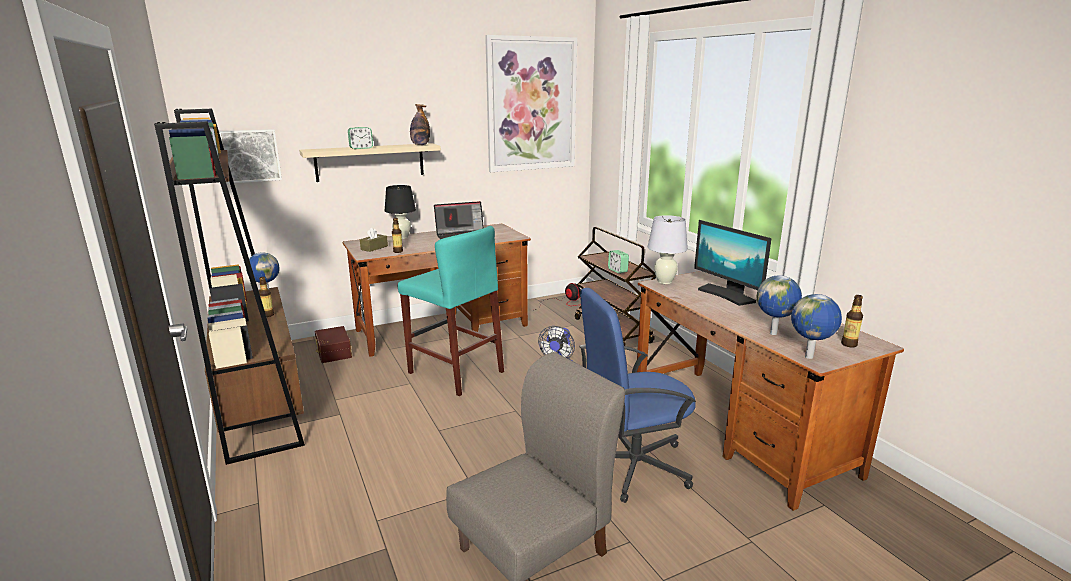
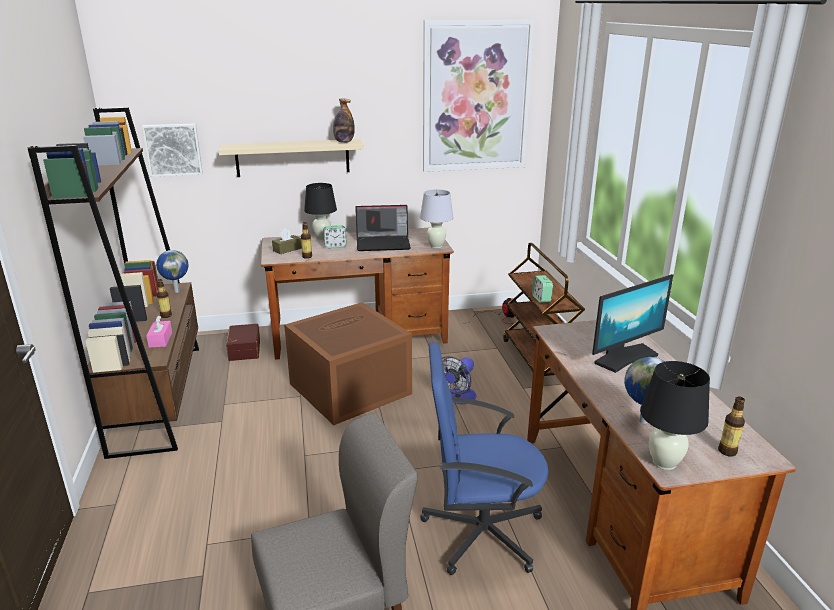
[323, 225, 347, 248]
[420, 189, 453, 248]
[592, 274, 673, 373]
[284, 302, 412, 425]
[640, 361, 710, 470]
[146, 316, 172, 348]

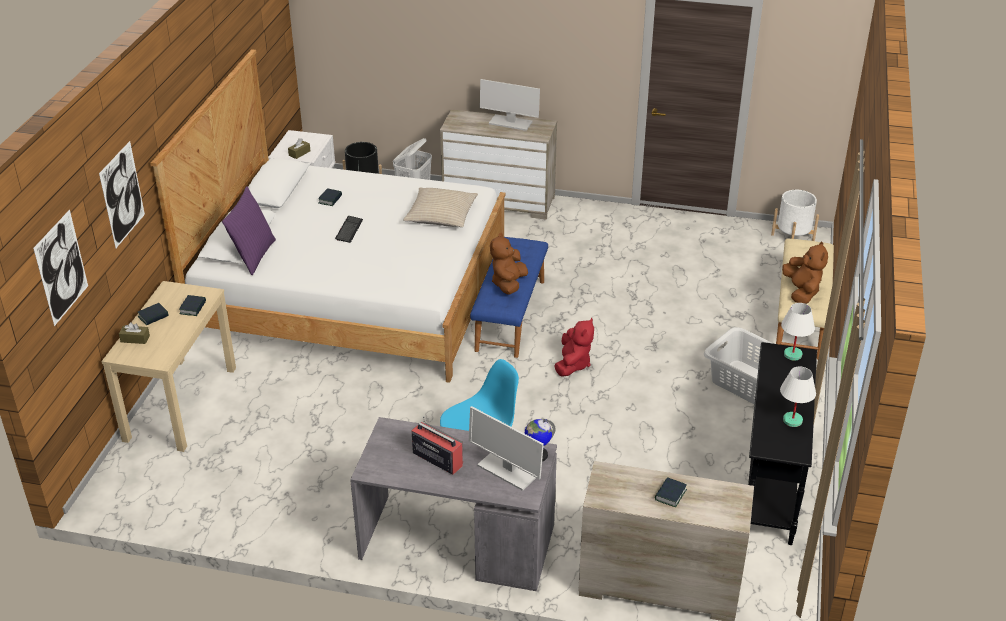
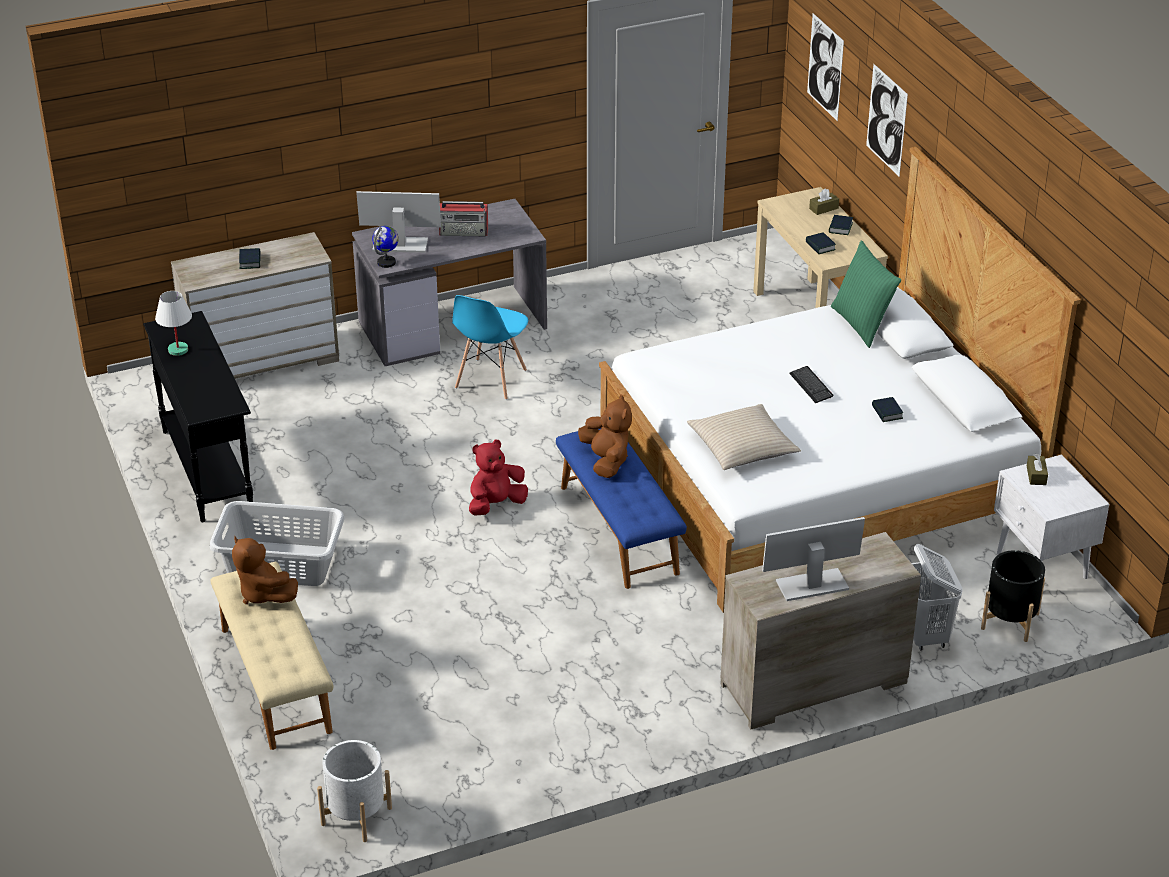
[831, 240, 901, 348]
[781, 303, 815, 360] (first image)
[469, 440, 528, 515]

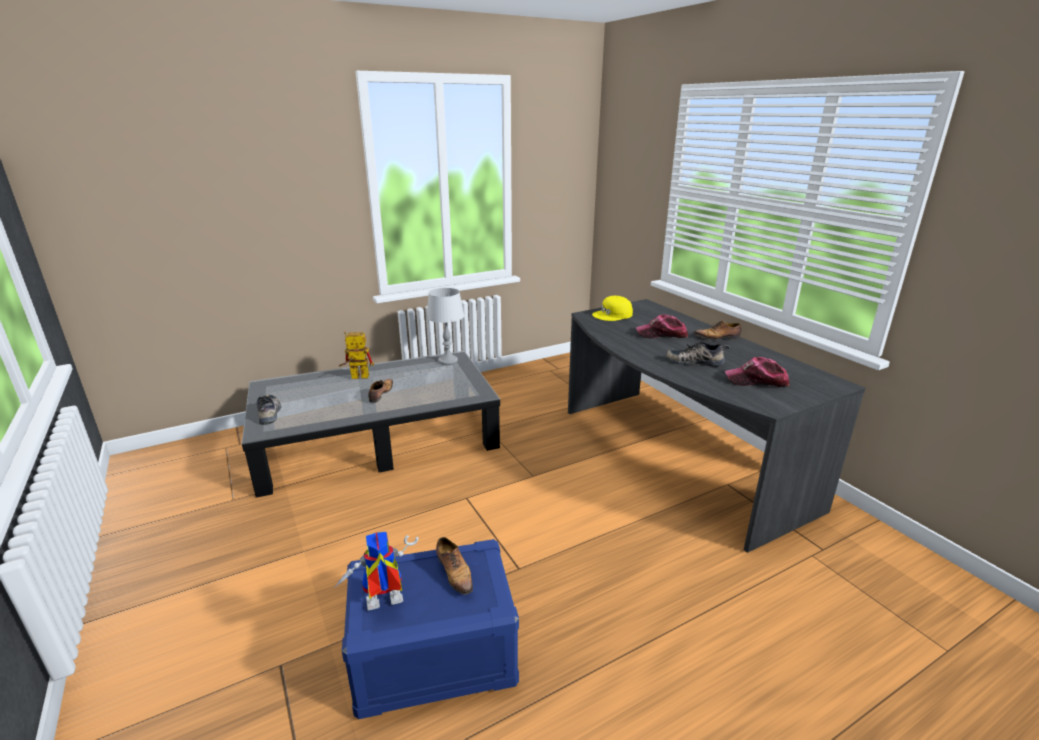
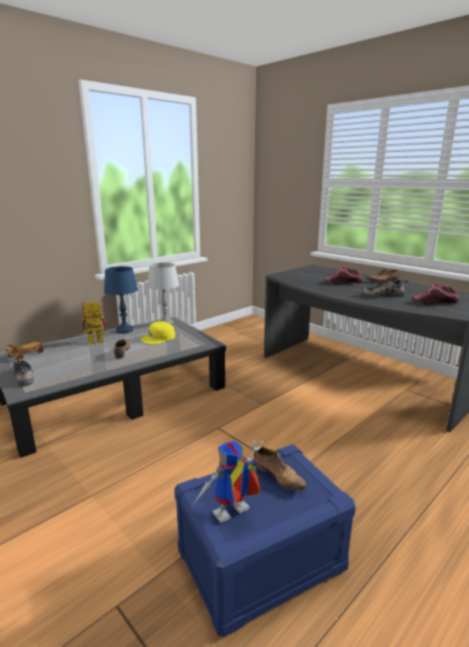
[141, 321, 175, 344]
[104, 266, 138, 333]
[6, 341, 44, 361]

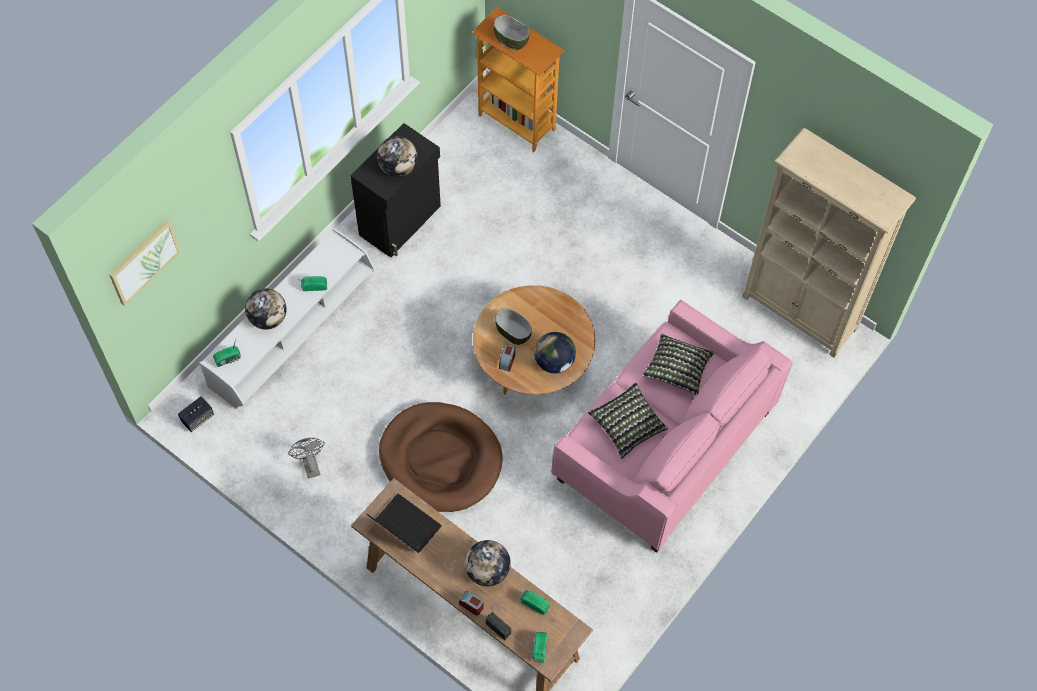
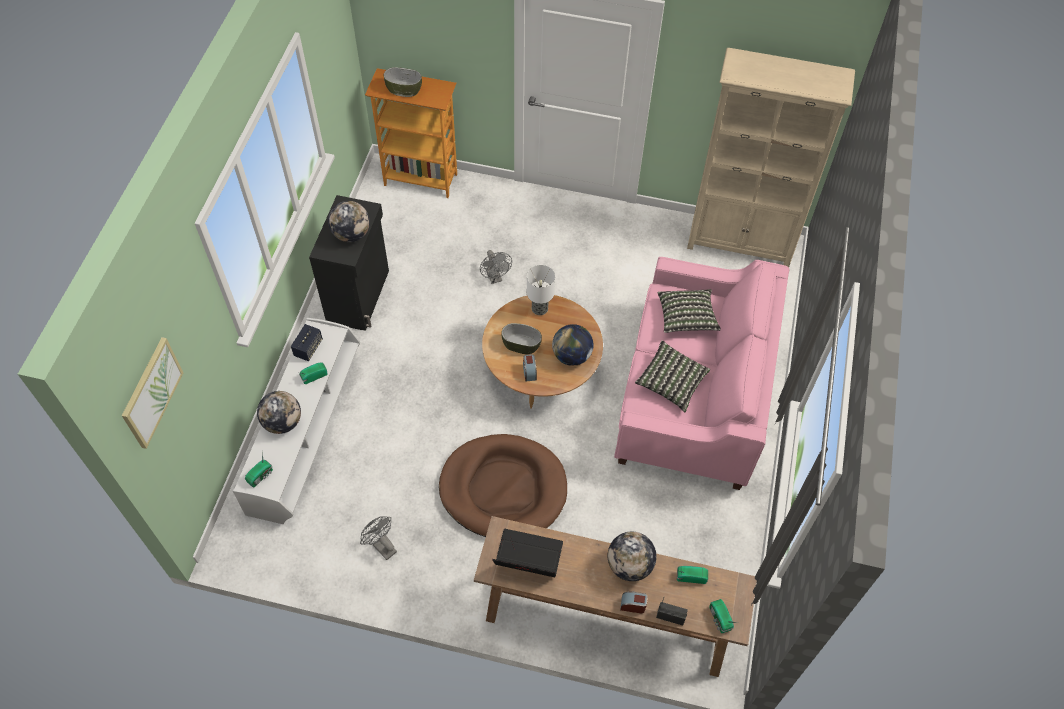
[291, 324, 323, 361]
[480, 250, 512, 284]
[527, 265, 555, 315]

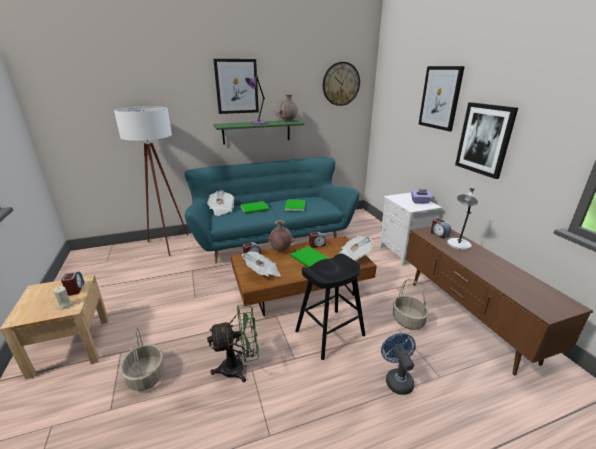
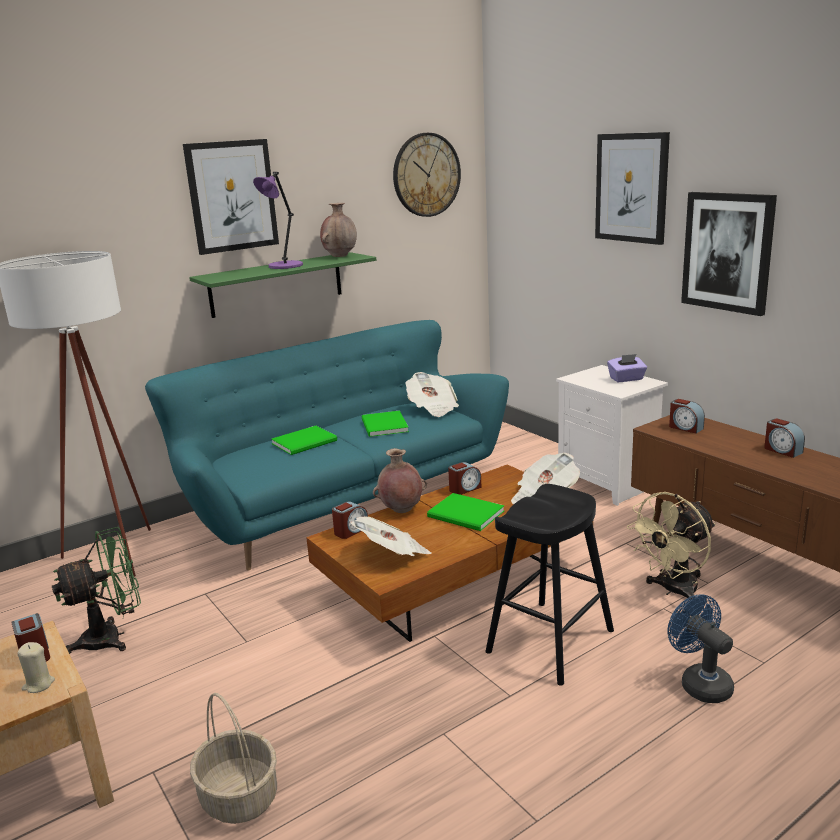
[447, 188, 478, 250] (first image)
[405, 372, 459, 417]
[627, 492, 716, 599]
[52, 527, 141, 654]
[764, 418, 805, 458]

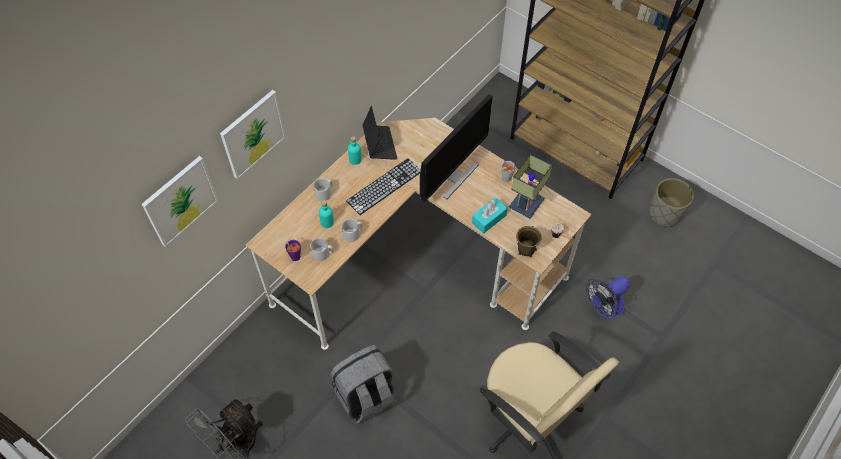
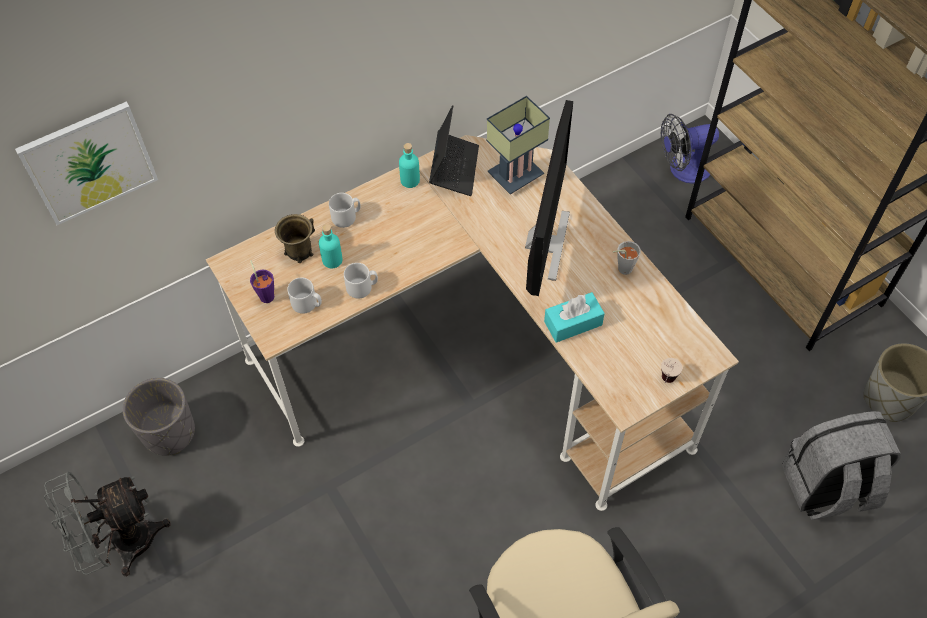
[220, 90, 286, 179] (first image)
[525, 100, 573, 296]
[487, 96, 550, 194]
[346, 158, 421, 215] (first image)
[275, 214, 315, 263]
[661, 114, 719, 184]
[782, 411, 901, 520]
[123, 378, 195, 456]

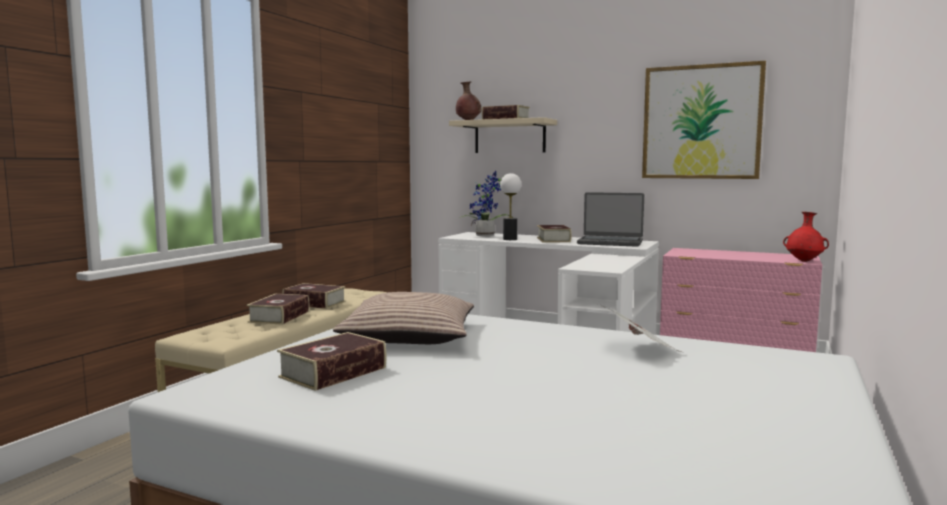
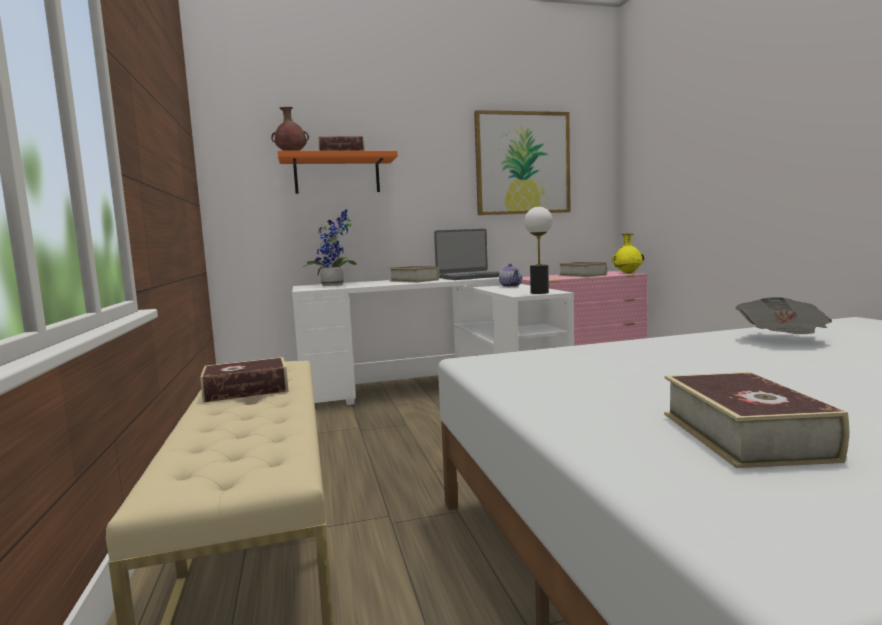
[278, 151, 398, 194]
[524, 207, 552, 294]
[612, 233, 645, 274]
[333, 292, 474, 344] (first image)
[558, 262, 607, 277]
[499, 264, 522, 287]

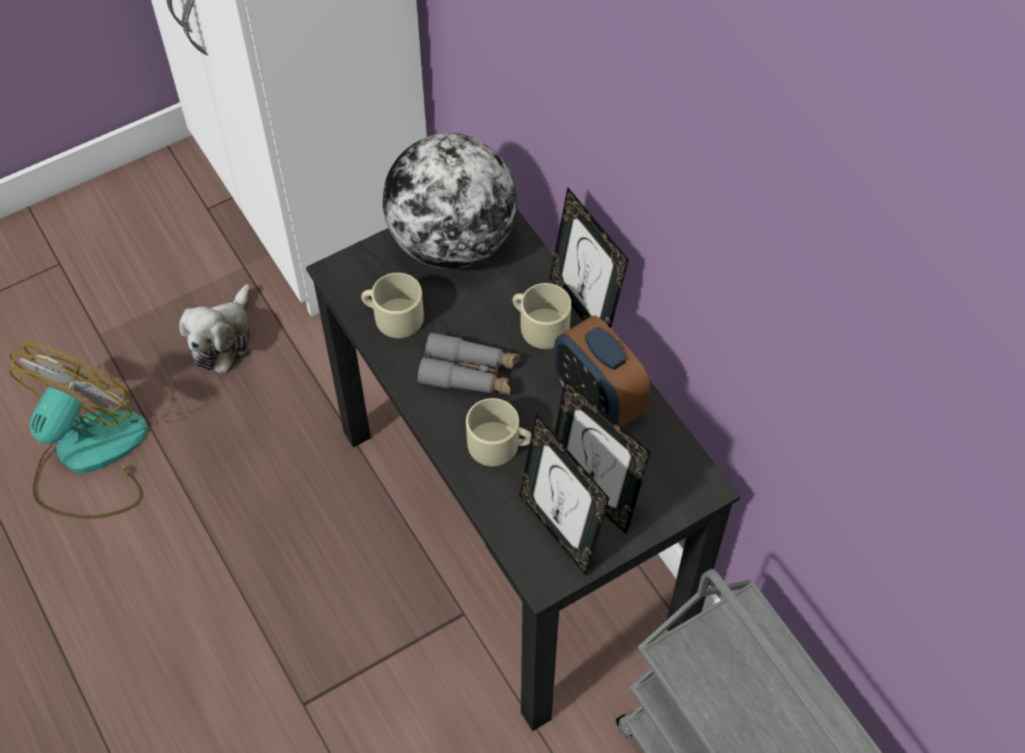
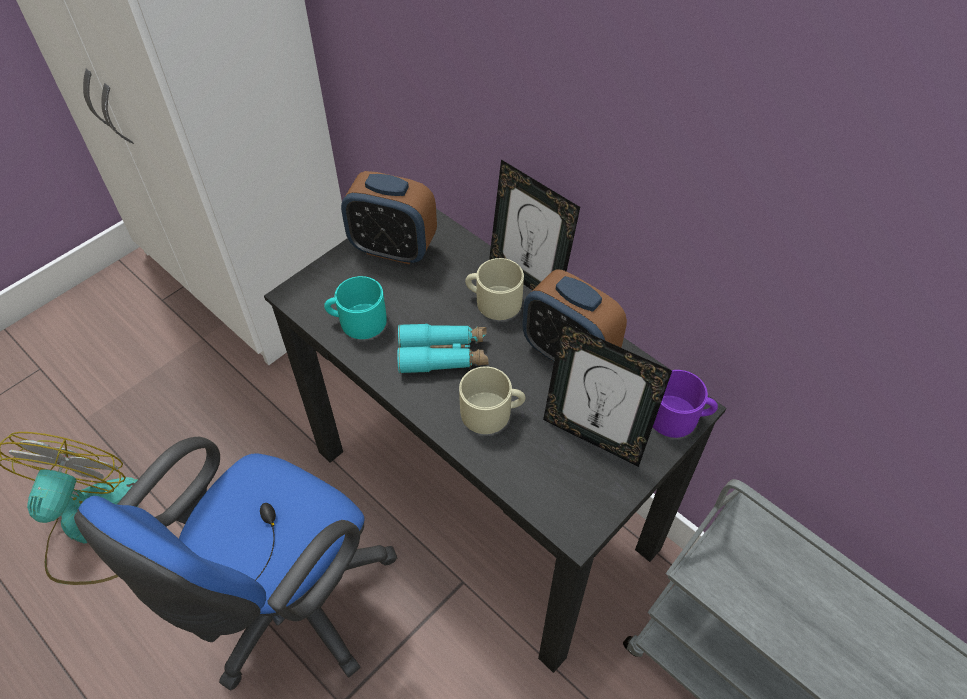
[341, 171, 437, 264]
[324, 276, 387, 339]
[179, 284, 251, 374] (first image)
[397, 324, 489, 374]
[519, 414, 609, 575] (first image)
[653, 370, 718, 438]
[74, 437, 398, 691]

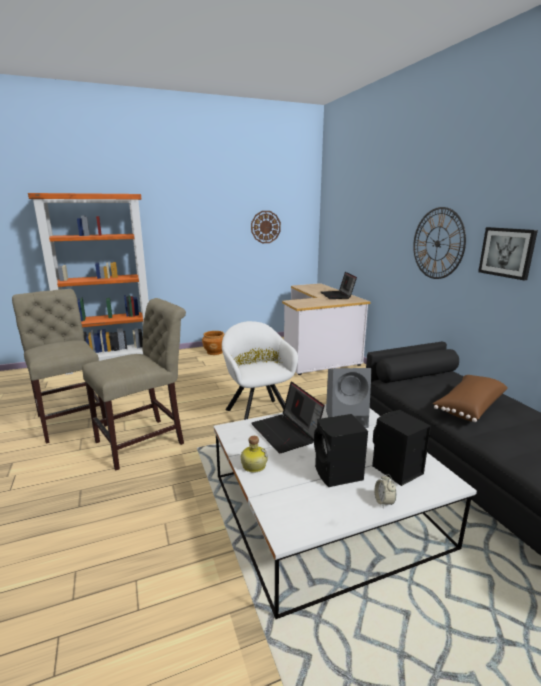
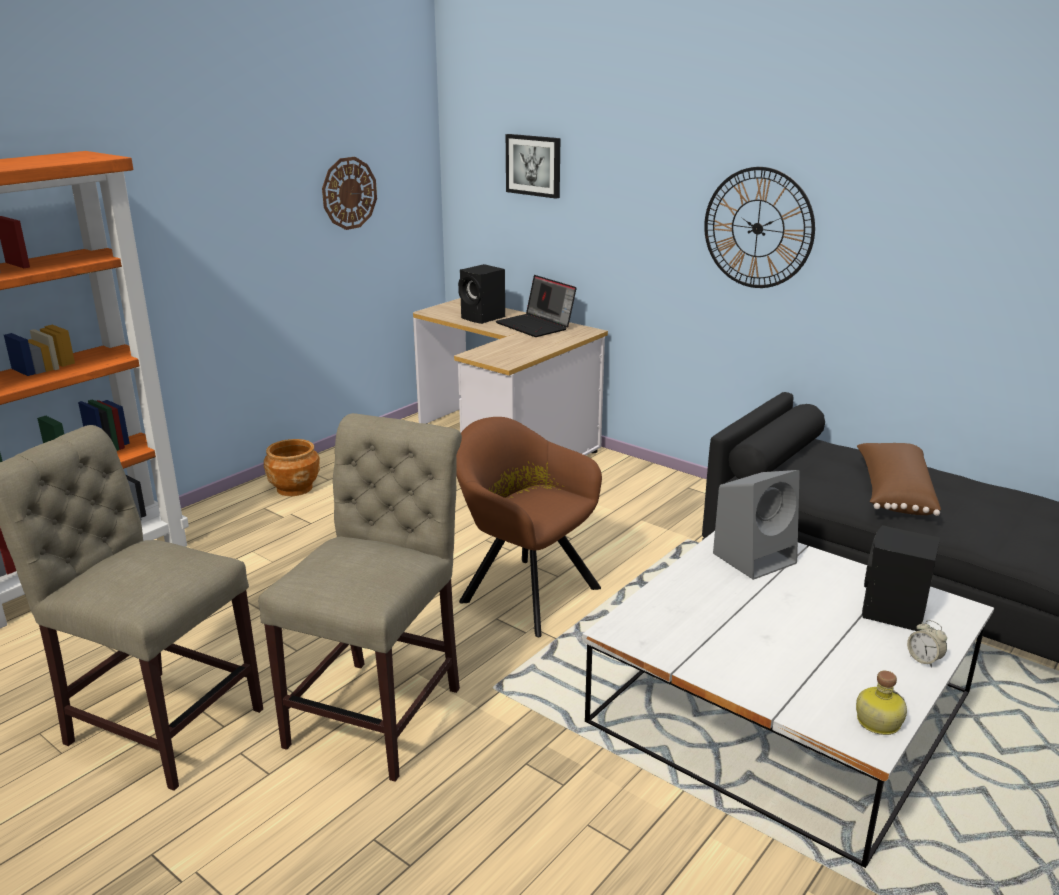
[506, 134, 560, 199]
[456, 417, 602, 637]
[251, 381, 325, 453] (first image)
[458, 264, 505, 324]
[856, 671, 907, 735]

